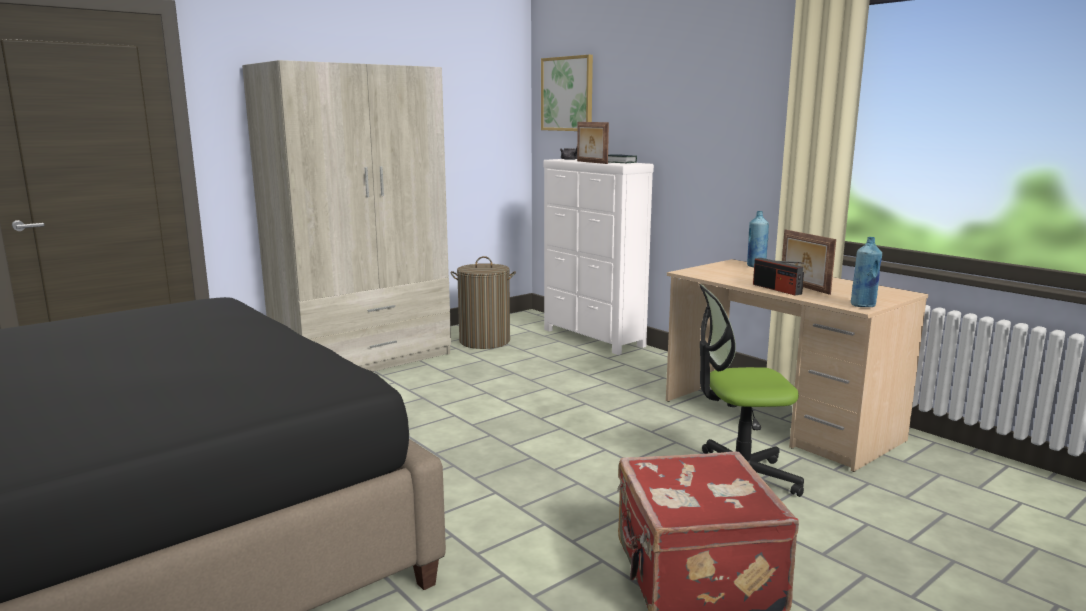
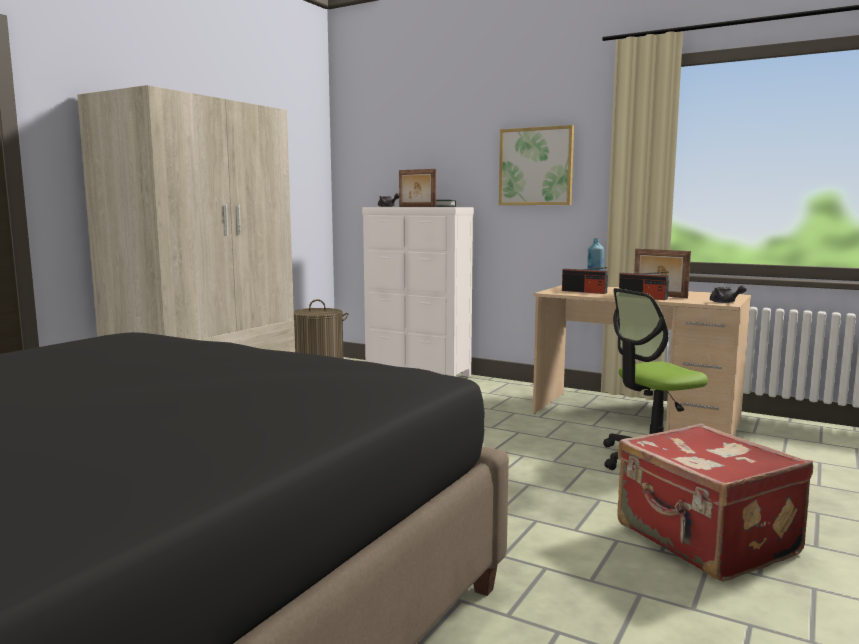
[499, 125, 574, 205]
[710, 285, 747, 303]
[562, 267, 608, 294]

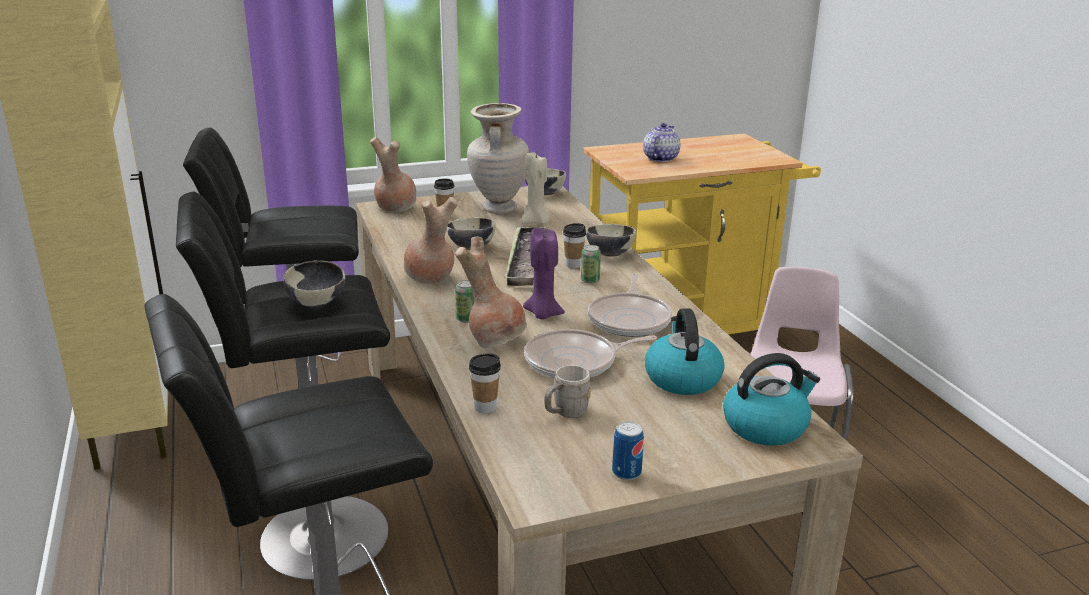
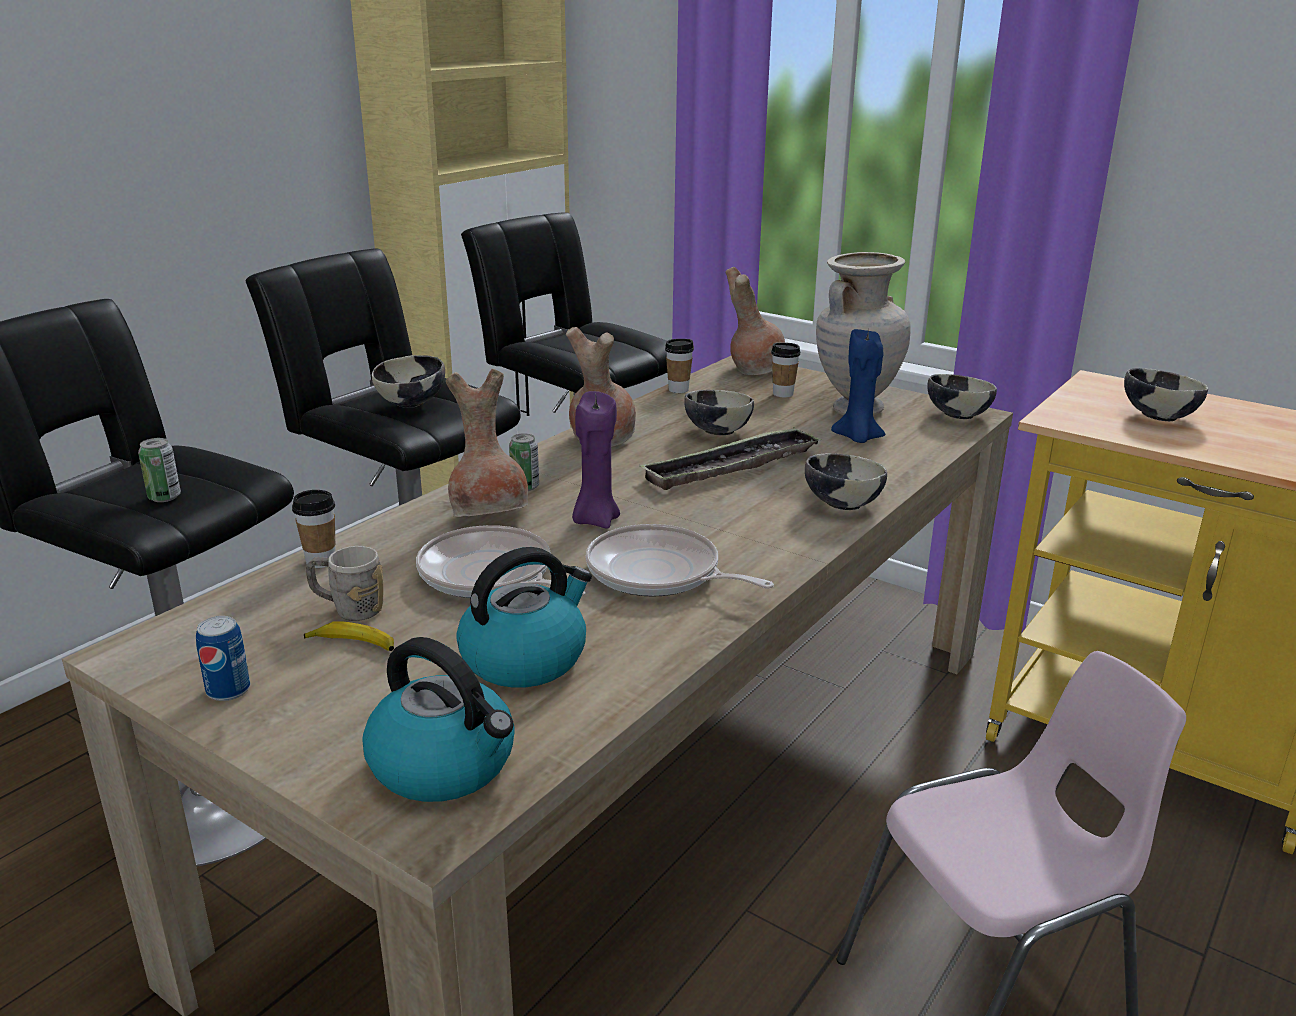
[1124, 368, 1208, 421]
[831, 329, 886, 443]
[665, 339, 694, 393]
[138, 438, 181, 502]
[586, 524, 774, 597]
[304, 621, 394, 651]

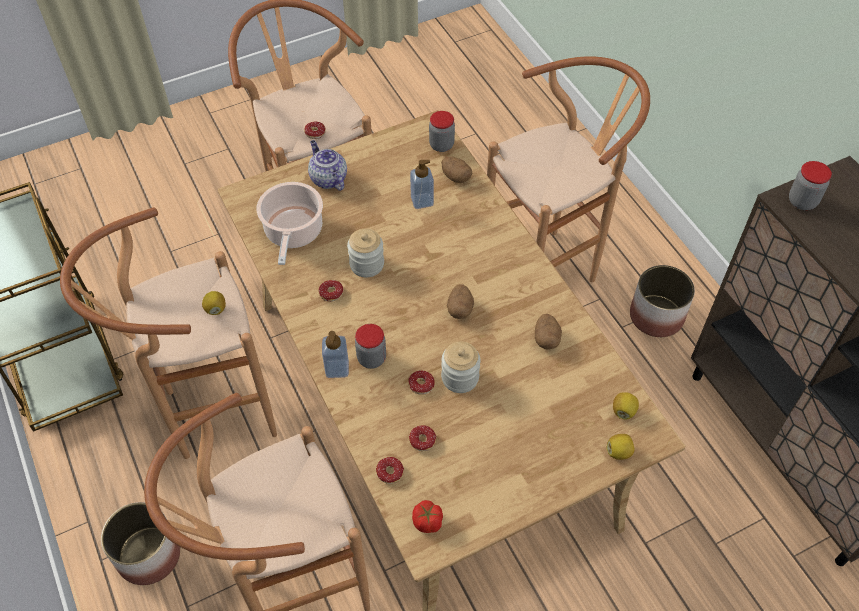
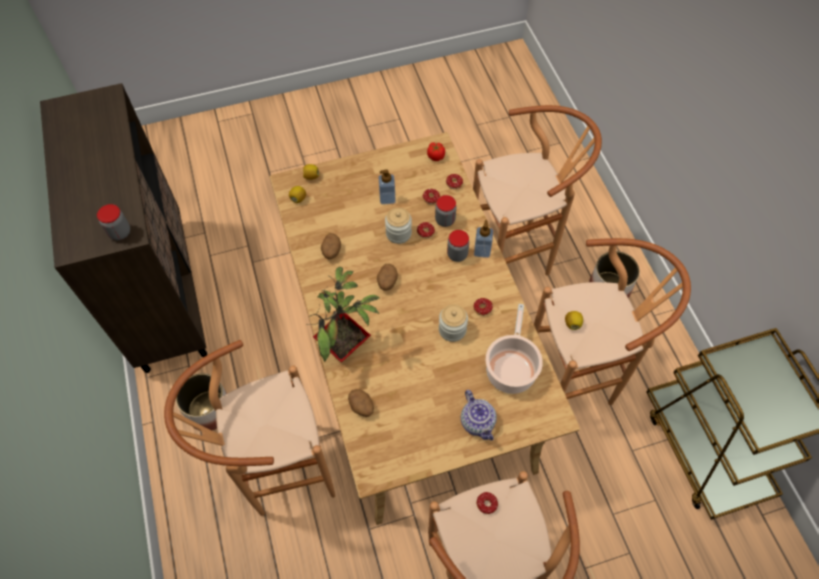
[435, 195, 456, 227]
[378, 169, 396, 204]
[306, 267, 380, 362]

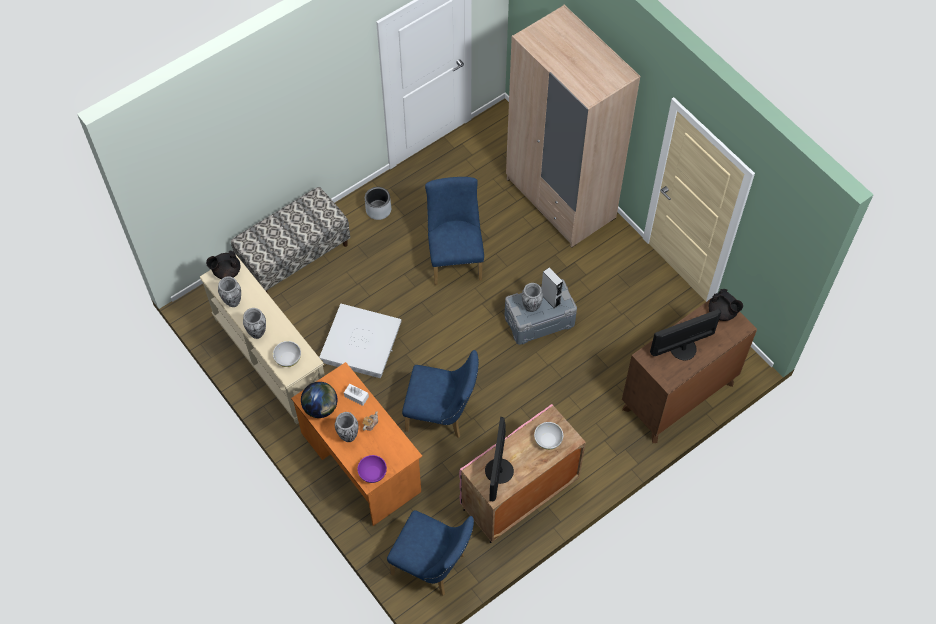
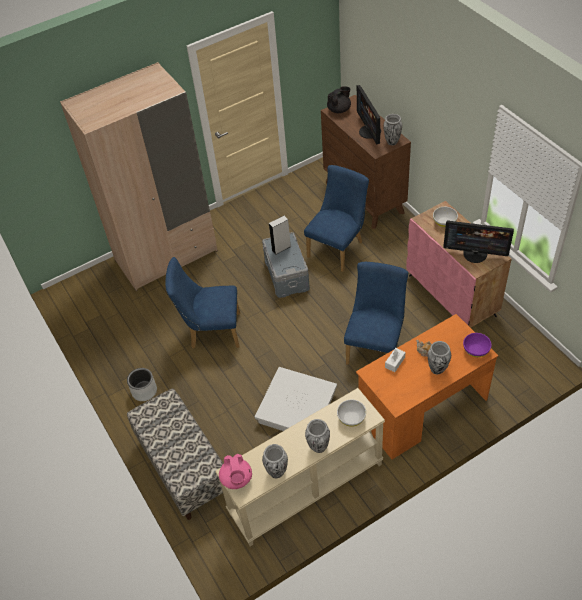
[219, 454, 252, 489]
[383, 114, 402, 145]
[301, 382, 337, 418] (first image)
[304, 165, 369, 272]

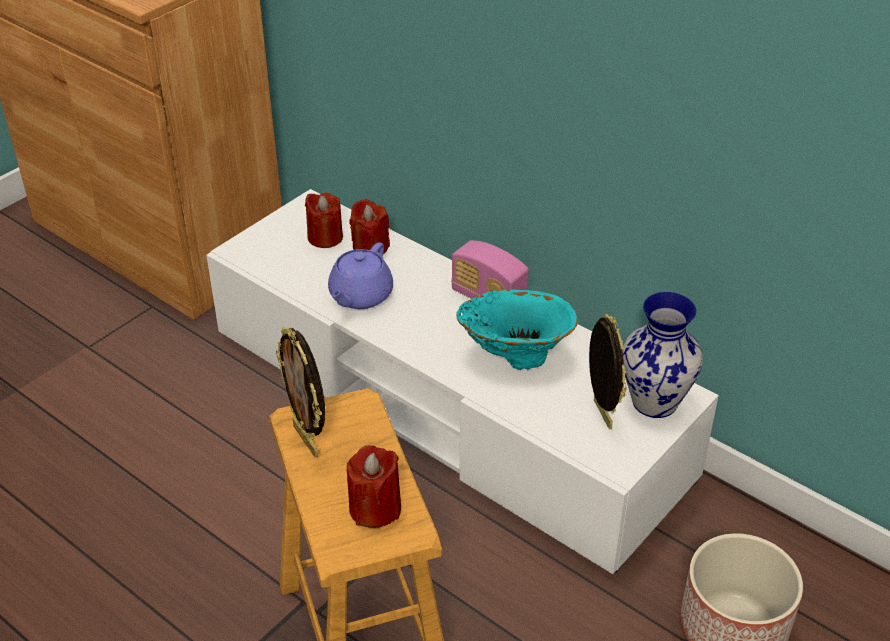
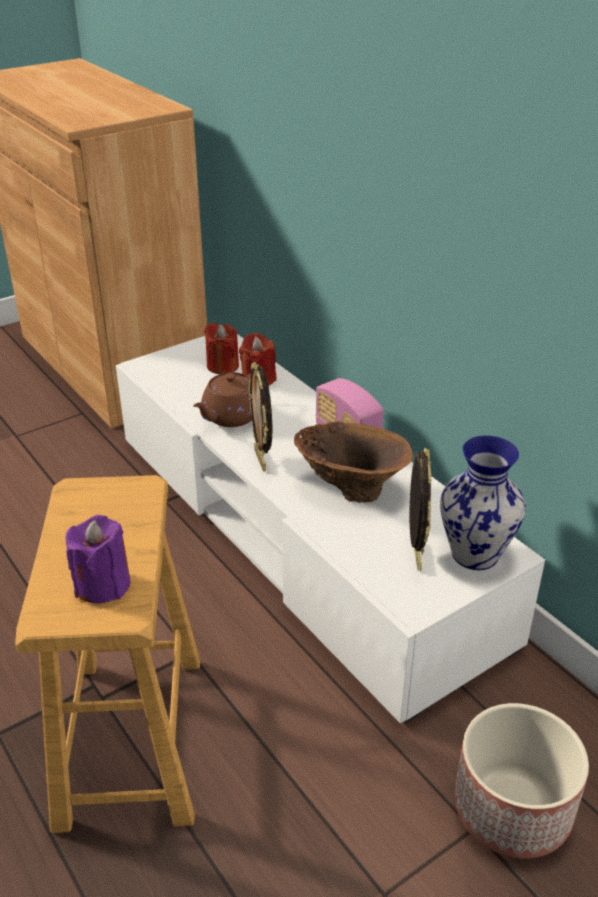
[193, 372, 252, 427]
[294, 421, 413, 503]
[248, 362, 272, 472]
[66, 515, 130, 604]

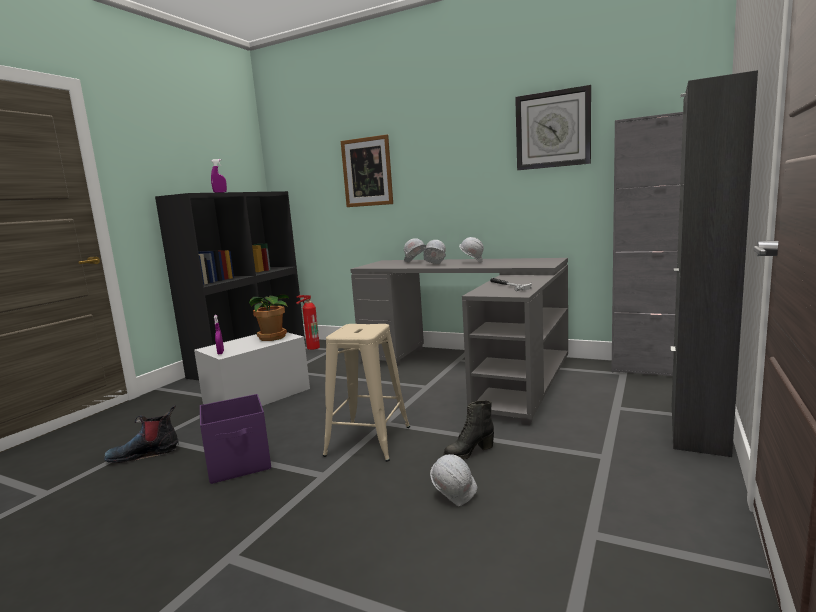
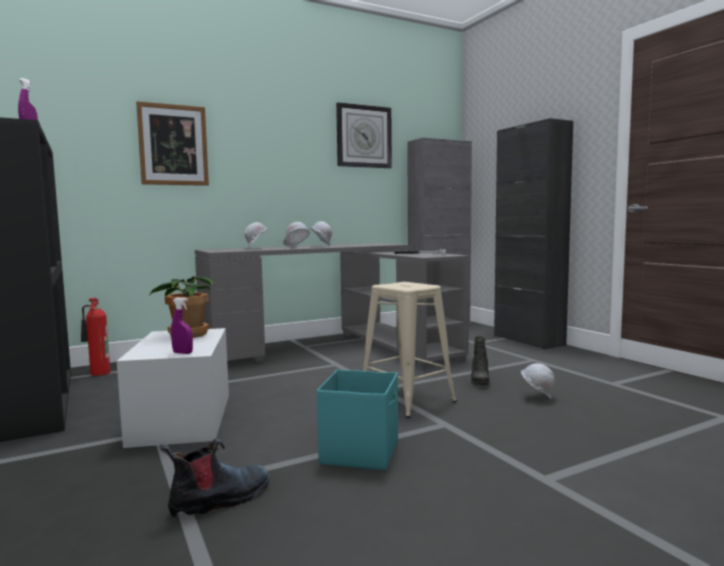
[317, 370, 398, 470]
[160, 438, 269, 518]

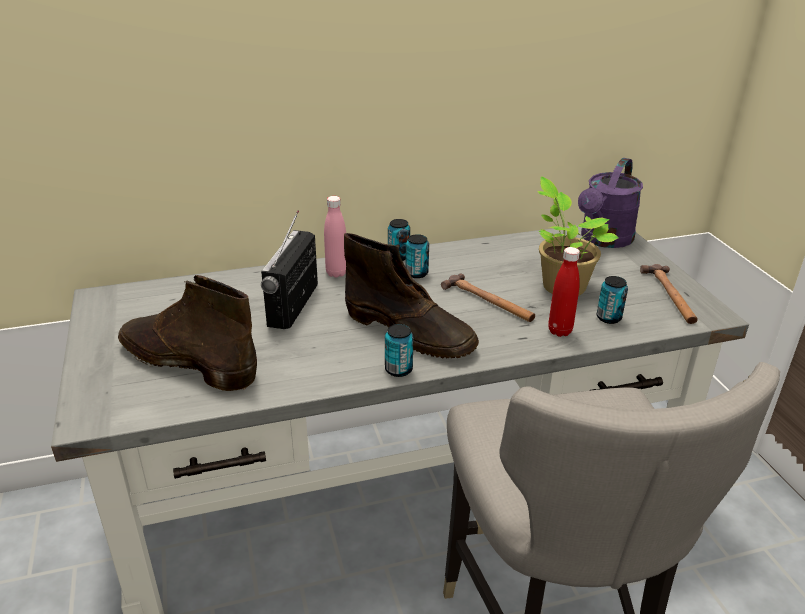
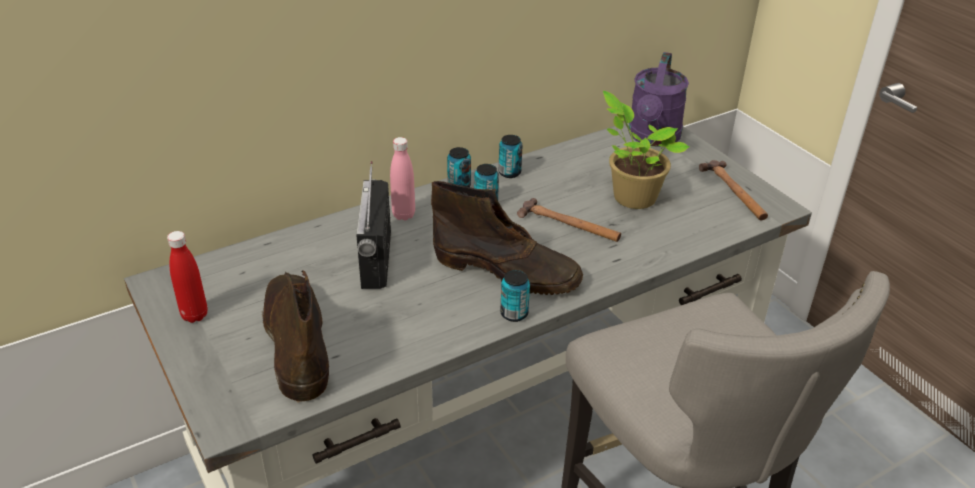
[167, 231, 208, 323]
[262, 271, 329, 402]
[499, 135, 523, 178]

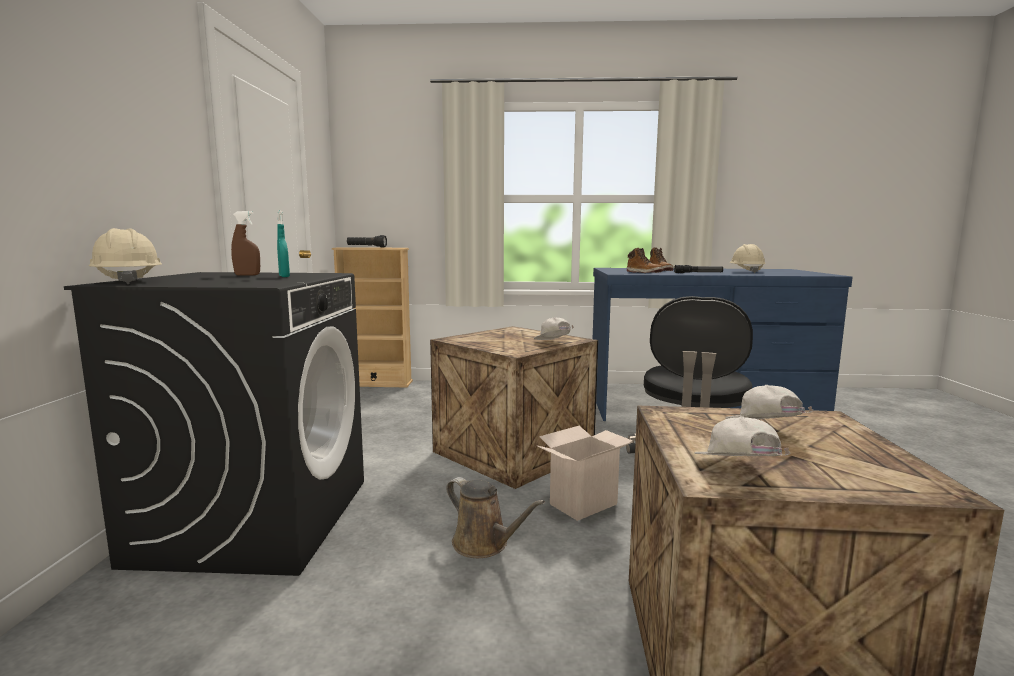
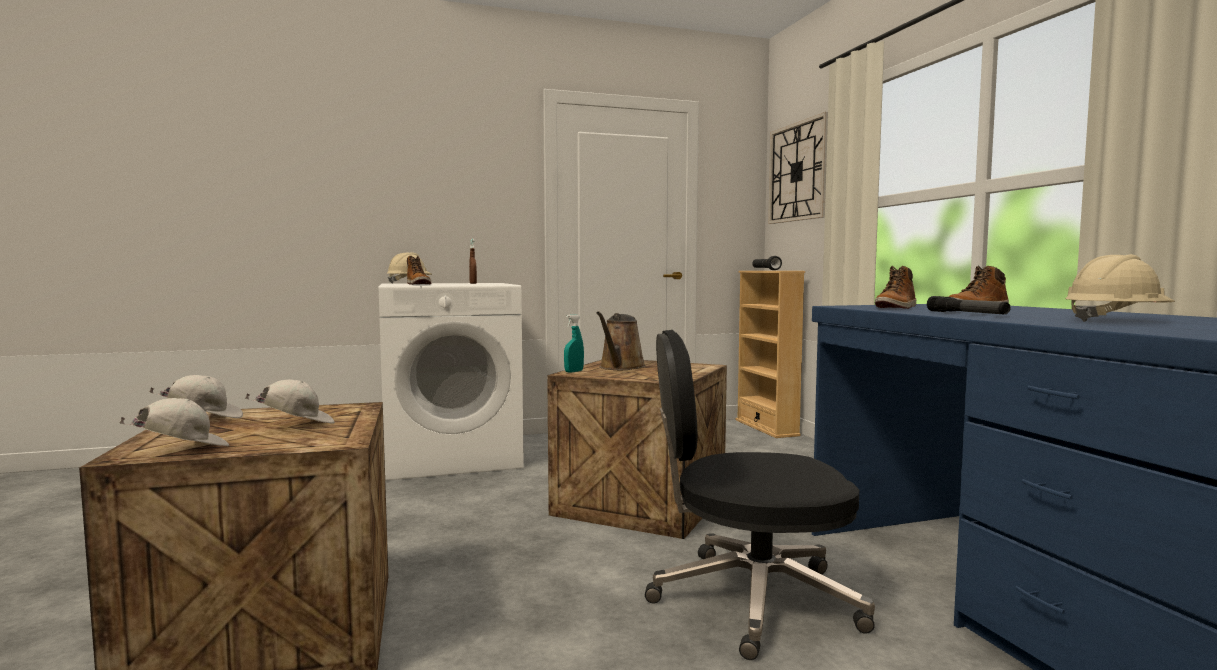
[564, 314, 584, 372]
[379, 283, 524, 481]
[119, 398, 229, 446]
[537, 426, 633, 521] (first image)
[596, 311, 646, 370]
[768, 112, 828, 224]
[407, 256, 431, 285]

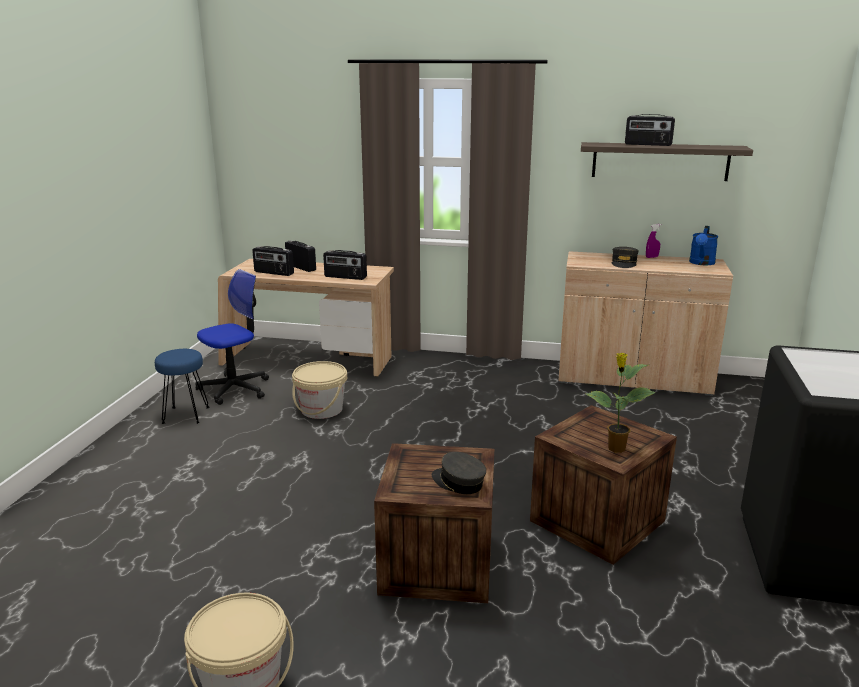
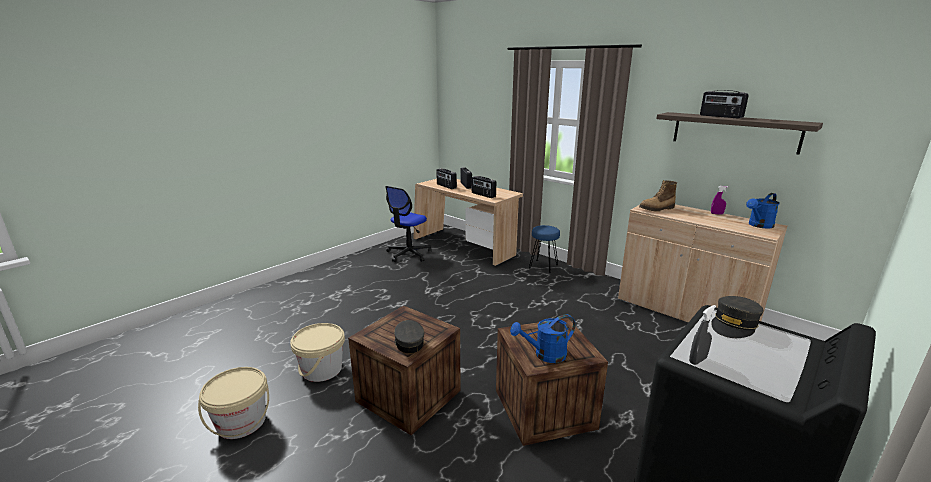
[711, 296, 763, 338]
[386, 186, 432, 262]
[529, 225, 560, 273]
[510, 314, 575, 363]
[290, 323, 345, 382]
[639, 180, 677, 212]
[689, 305, 716, 365]

